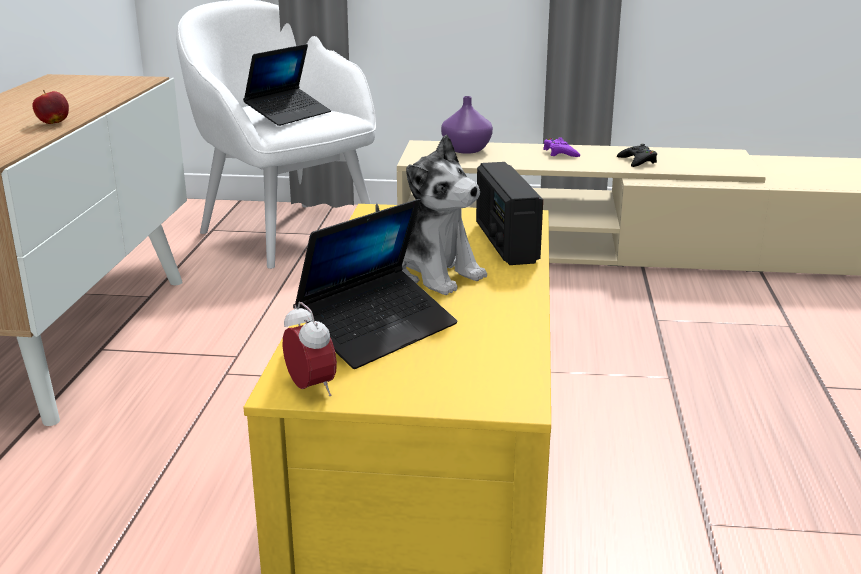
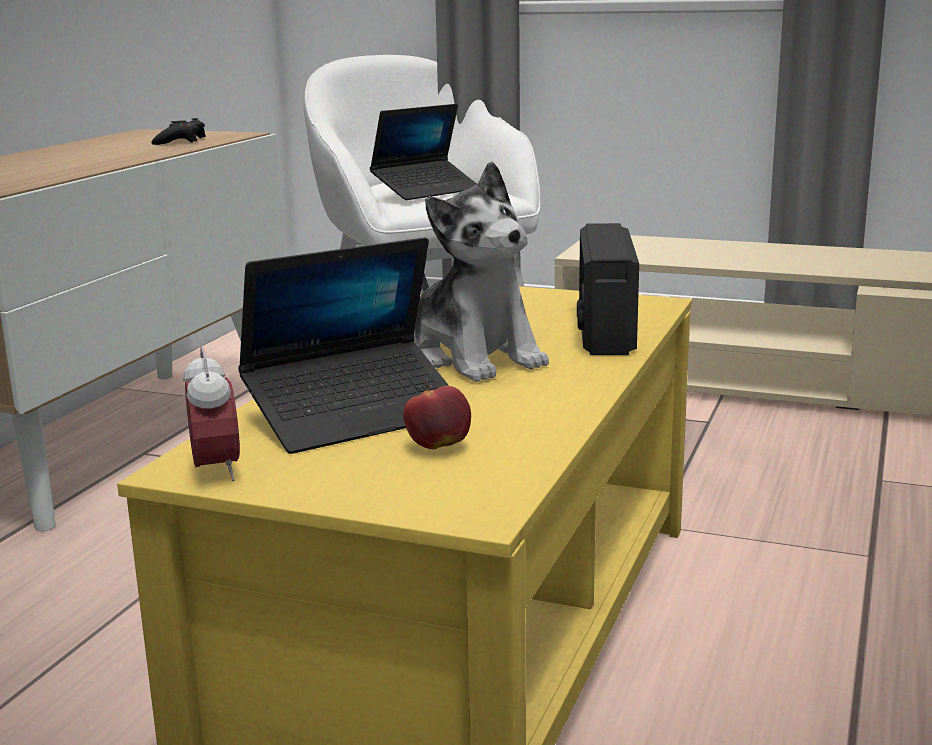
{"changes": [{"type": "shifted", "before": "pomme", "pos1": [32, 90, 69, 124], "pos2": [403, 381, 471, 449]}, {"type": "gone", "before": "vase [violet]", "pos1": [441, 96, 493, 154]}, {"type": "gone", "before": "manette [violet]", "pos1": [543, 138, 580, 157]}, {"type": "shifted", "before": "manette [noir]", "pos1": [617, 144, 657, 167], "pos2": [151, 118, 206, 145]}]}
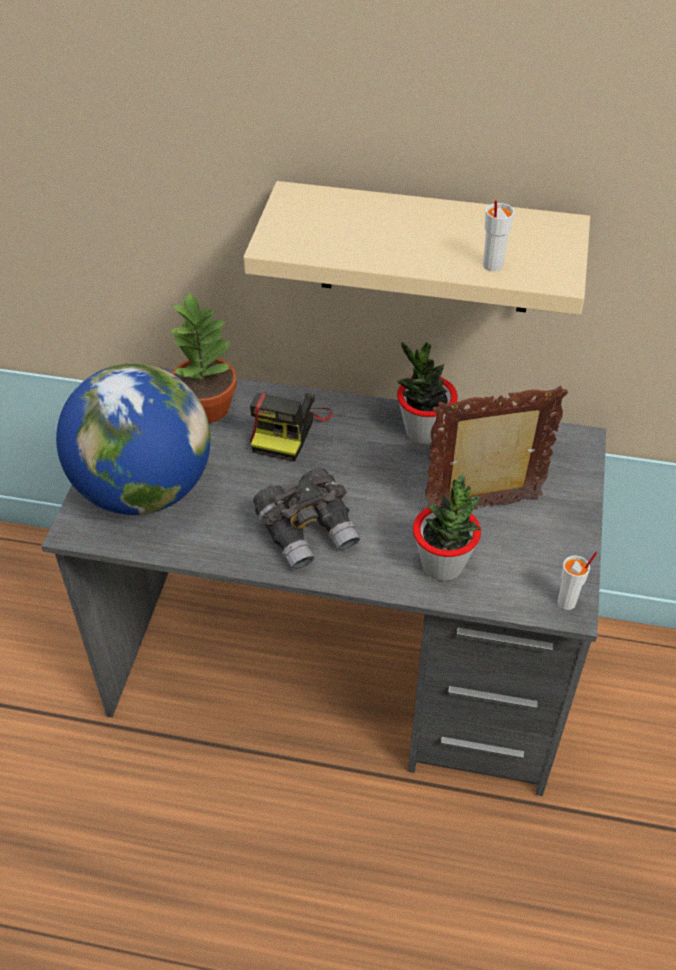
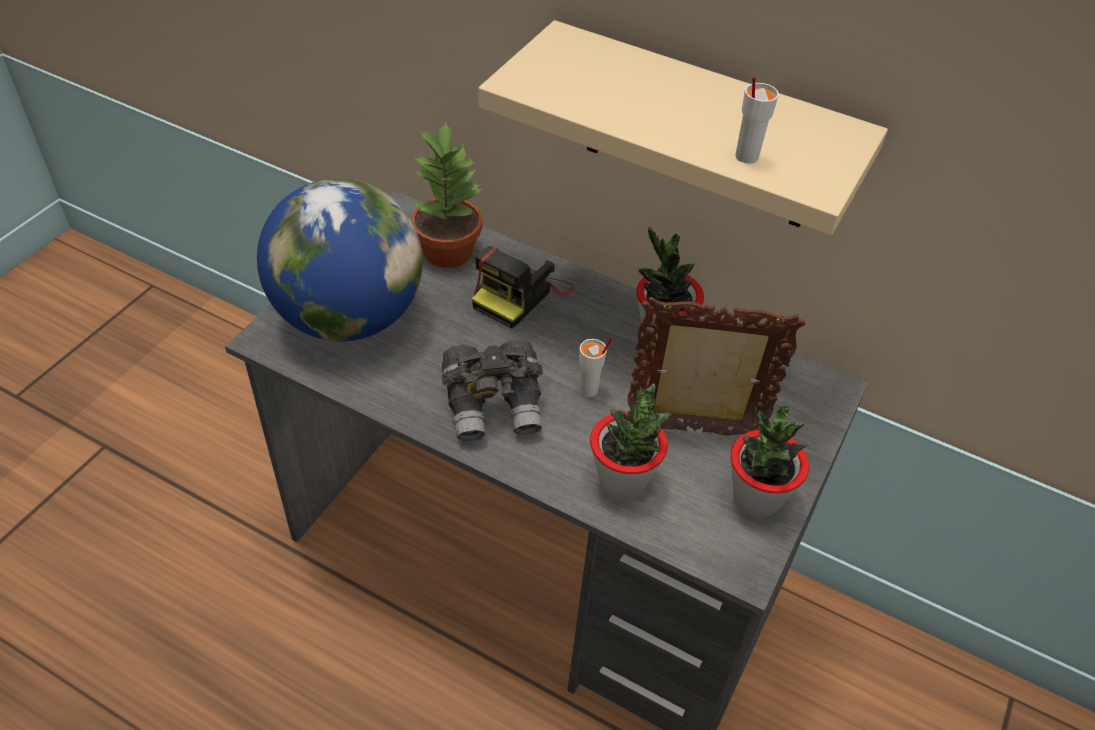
{"changes": [{"type": "shifted", "before": "tasse [blanc]", "pos1": [557, 552, 597, 610], "pos2": [579, 337, 613, 397]}, {"type": "new", "after": "plante en pot", "pos2": [731, 406, 809, 518]}]}
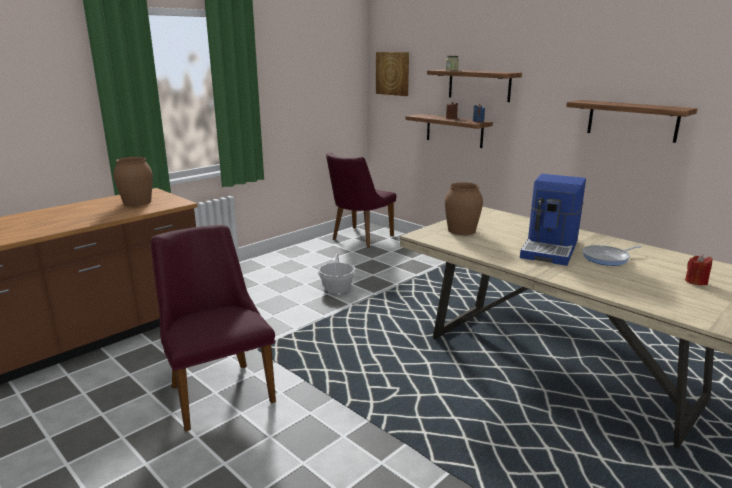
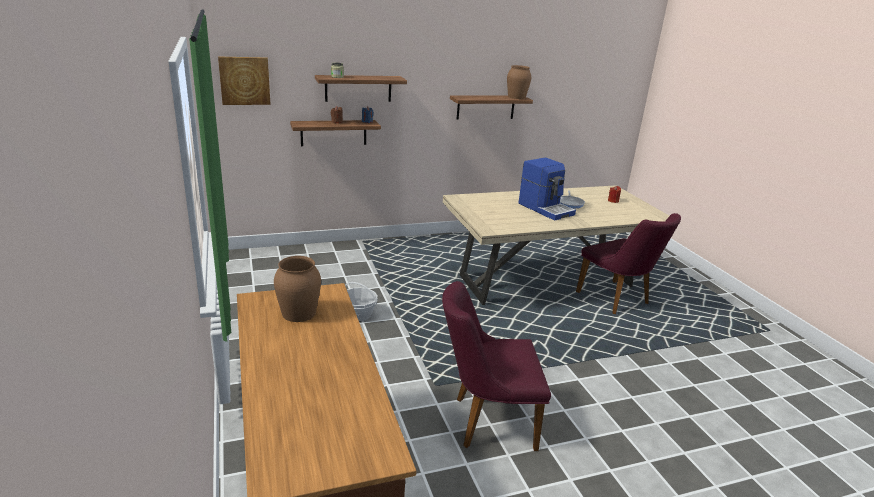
{"changes": [{"type": "shifted", "before": "chaise [violet]", "pos1": [326, 153, 396, 248], "pos2": [576, 213, 681, 314]}, {"type": "shifted", "before": "vase [marron]", "pos1": [445, 182, 483, 235], "pos2": [507, 65, 531, 99]}]}
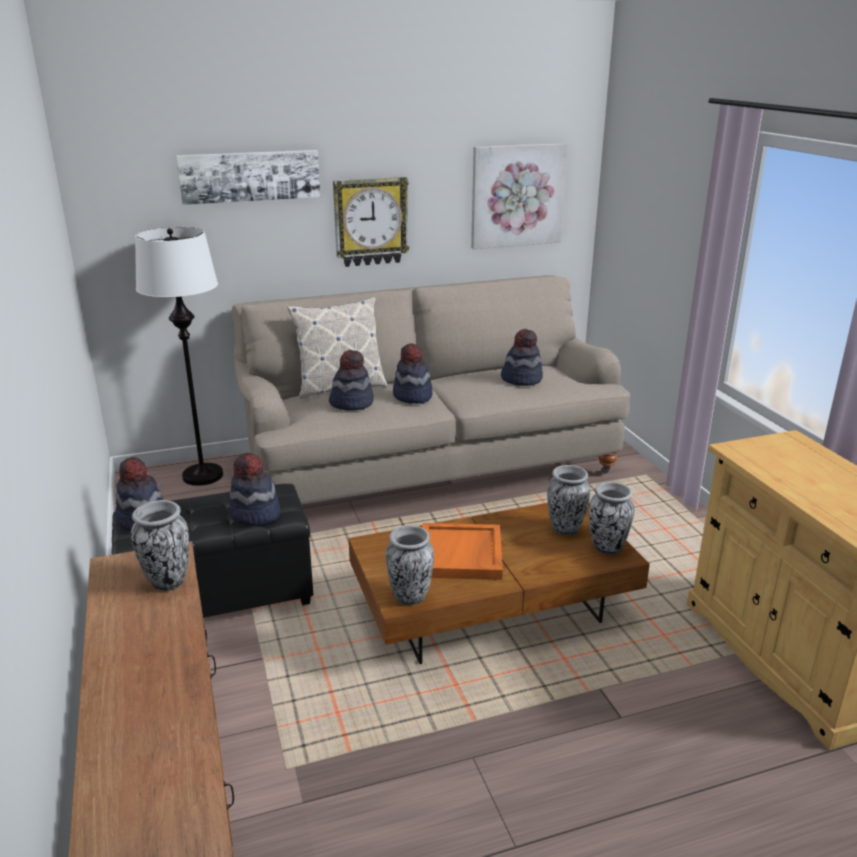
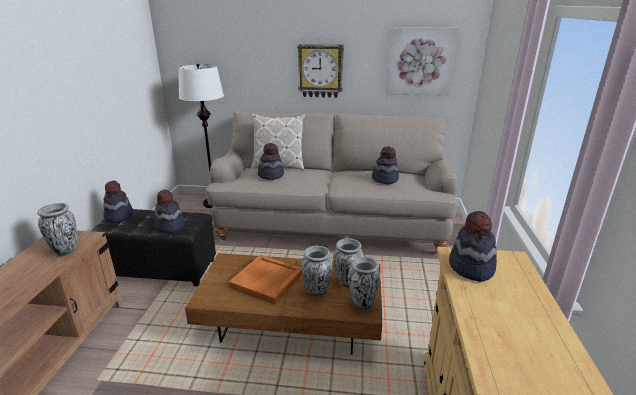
{"changes": [{"type": "gone", "before": "tableau", "pos1": [176, 150, 320, 205]}, {"type": "shifted", "before": "vase", "pos1": [386, 525, 434, 605], "pos2": [301, 246, 332, 296]}, {"type": "shifted", "before": "chapeau", "pos1": [393, 343, 433, 404], "pos2": [449, 211, 497, 282]}]}
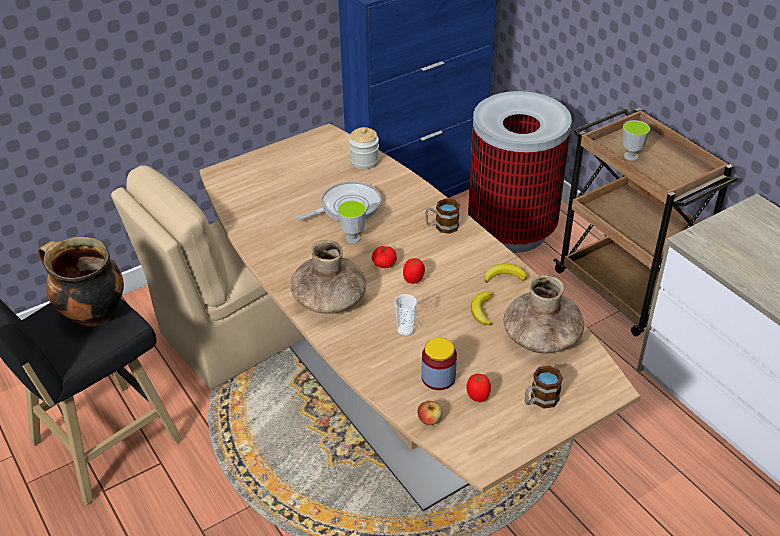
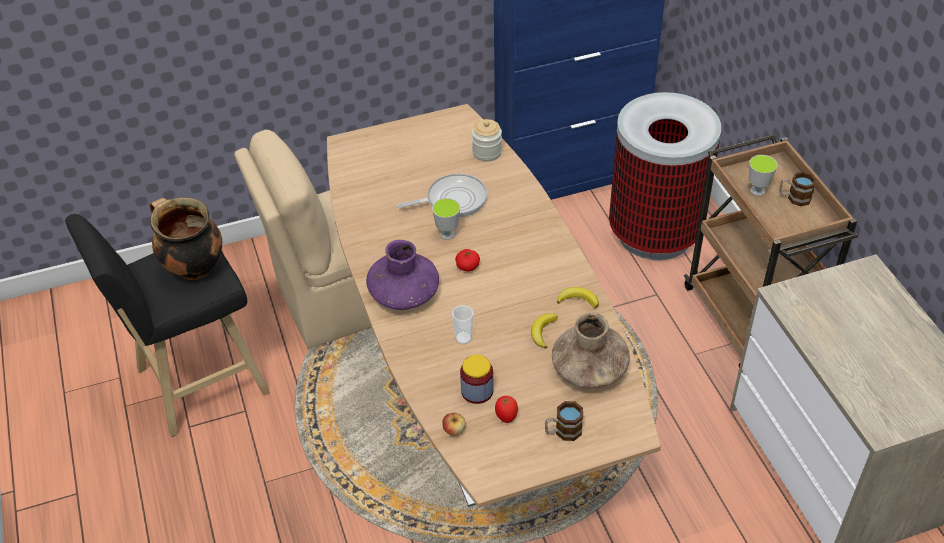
{"changes": [{"type": "repainted", "before": "vase [marron]", "after": "vase [violet]", "pos1": [290, 240, 366, 314], "pos2": [366, 240, 439, 310]}, {"type": "gone", "before": "tomate", "pos1": [403, 258, 425, 284]}, {"type": "shifted", "before": "mug", "pos1": [425, 198, 460, 234], "pos2": [779, 171, 816, 206]}]}
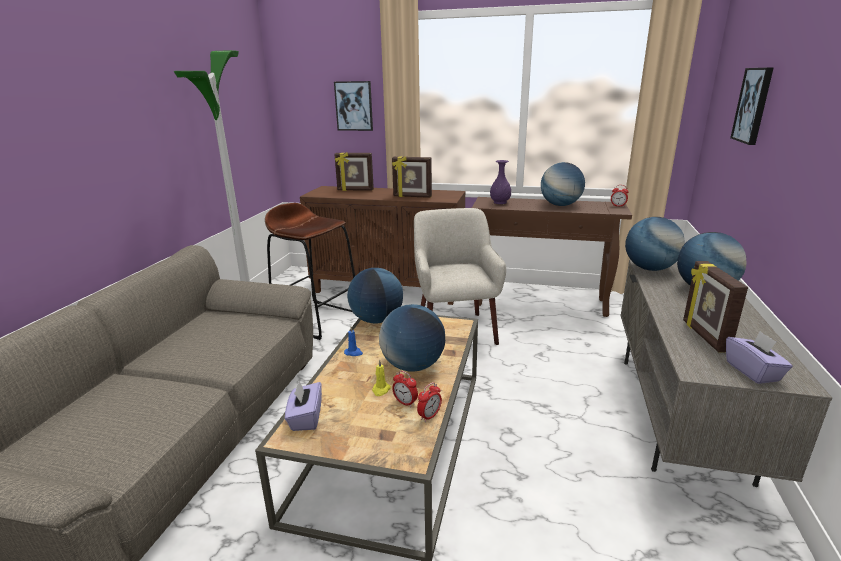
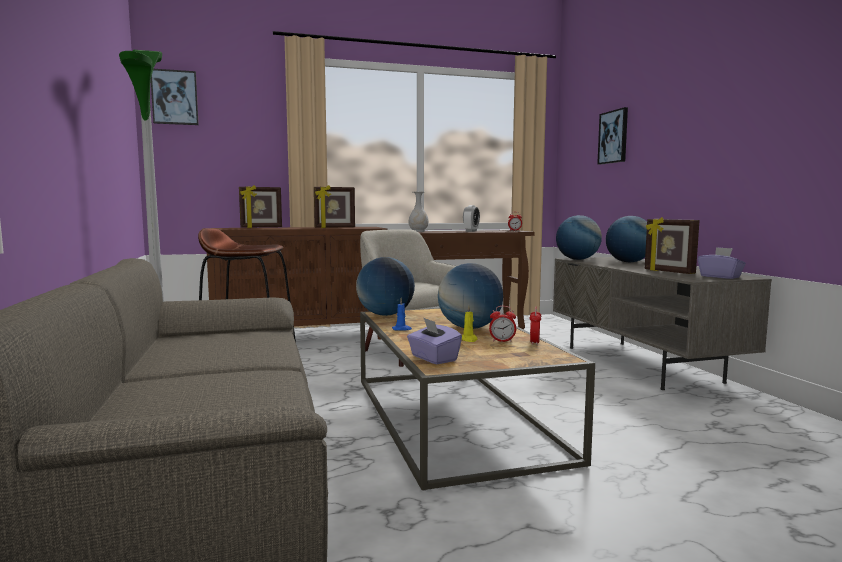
{"changes": [{"type": "shifted", "before": "tableau", "pos1": [334, 81, 373, 131], "pos2": [151, 69, 199, 125]}, {"type": "repainted", "before": "vase [violet]", "after": "vase [blanc]", "pos1": [490, 160, 511, 204], "pos2": [409, 192, 429, 232]}, {"type": "swapped", "before": "globe", "after": "réveil", "pos1": [541, 162, 585, 206], "pos2": [463, 205, 480, 232]}]}
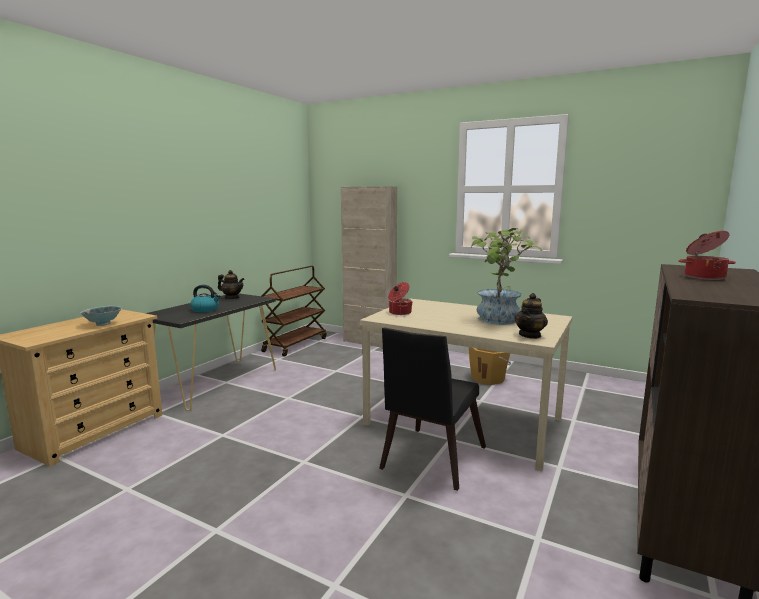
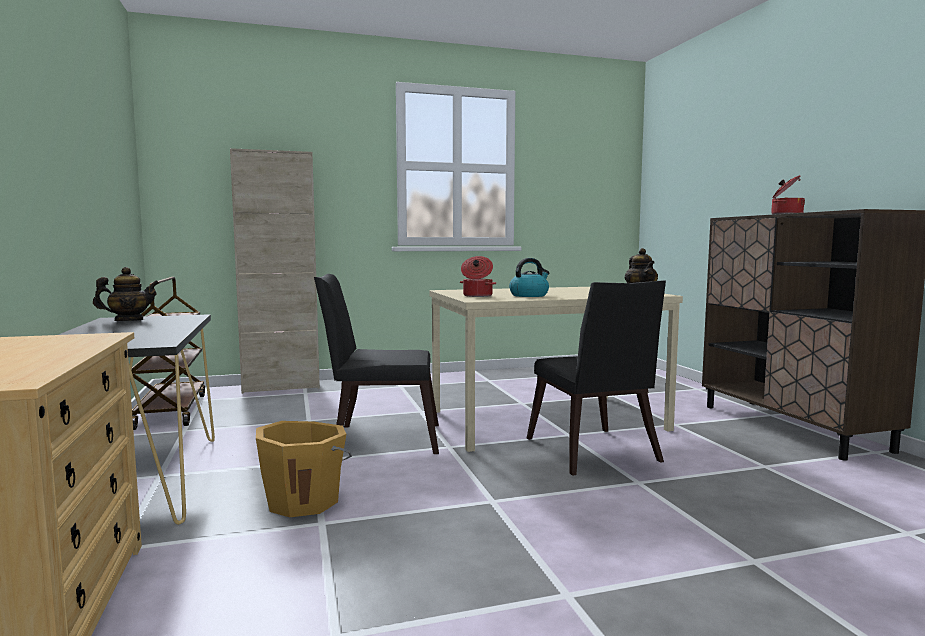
{"changes": [{"type": "gone", "before": "bol", "pos1": [80, 306, 122, 326]}, {"type": "shifted", "before": "bouilloire", "pos1": [190, 285, 220, 312], "pos2": [509, 258, 549, 297]}, {"type": "shifted", "before": "seau [orange]", "pos1": [469, 347, 511, 385], "pos2": [256, 421, 352, 517]}, {"type": "gone", "before": "plante en pot", "pos1": [471, 228, 542, 325]}, {"type": "new", "after": "chaise [noir]", "pos2": [314, 274, 439, 454]}]}
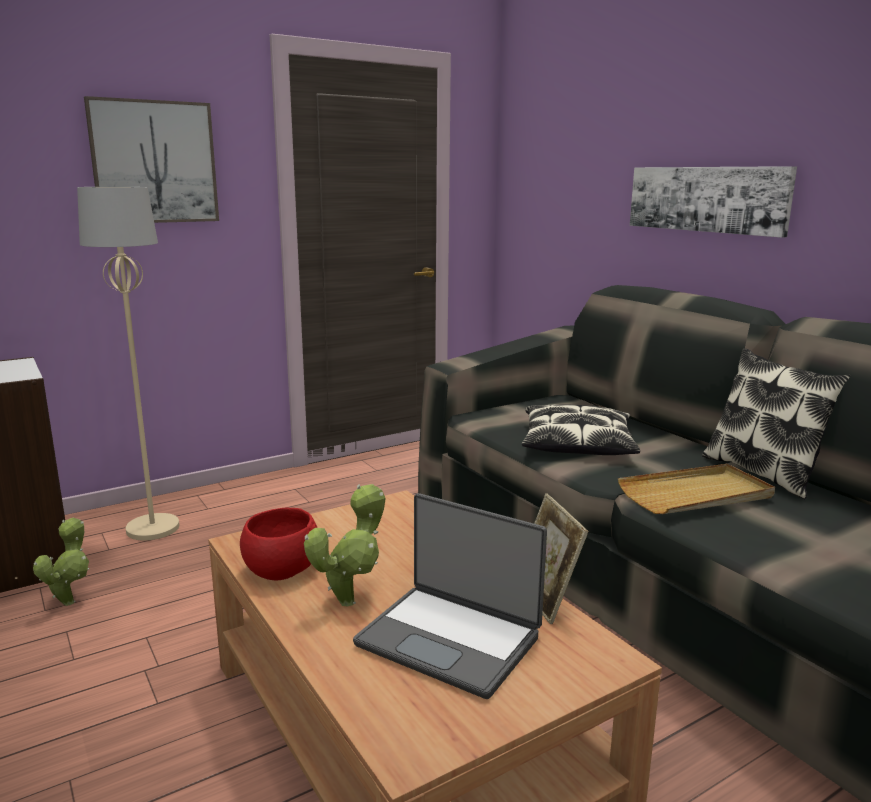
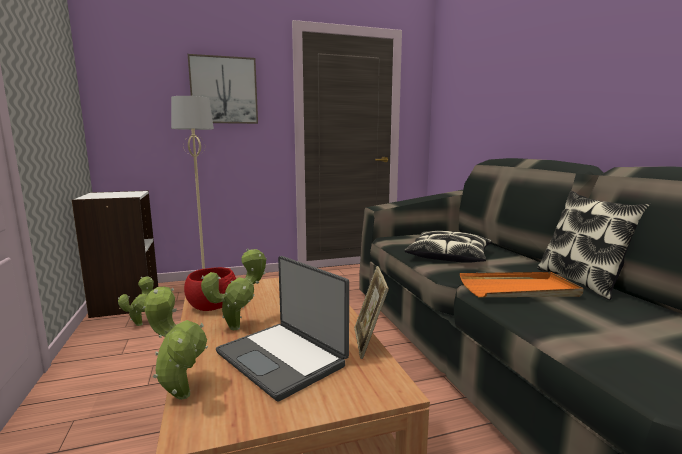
{"changes": [{"type": "repainted", "before": "plateau [beige]", "after": "plateau [orange]", "pos1": [618, 464, 775, 514], "pos2": [460, 272, 584, 297]}, {"type": "gone", "before": "tableau", "pos1": [630, 166, 797, 238]}, {"type": "new", "after": "plante en pot", "pos2": [143, 287, 208, 400]}]}
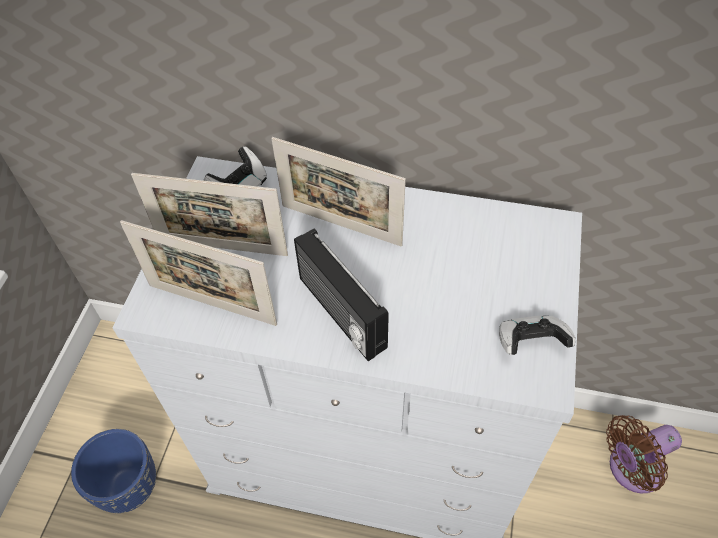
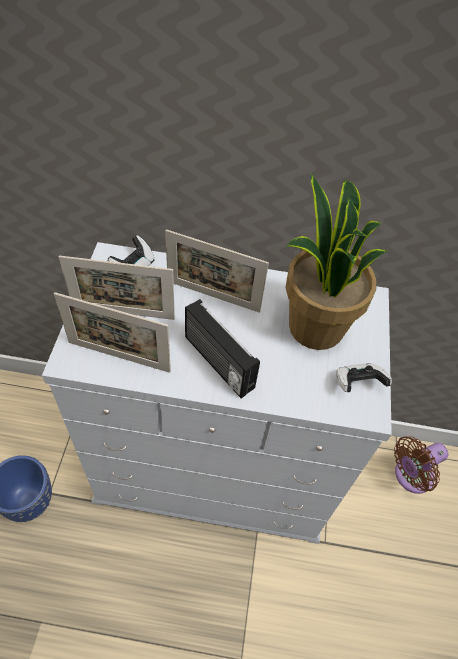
{"changes": [{"type": "new", "after": "plante en pot", "pos2": [285, 174, 387, 350]}]}
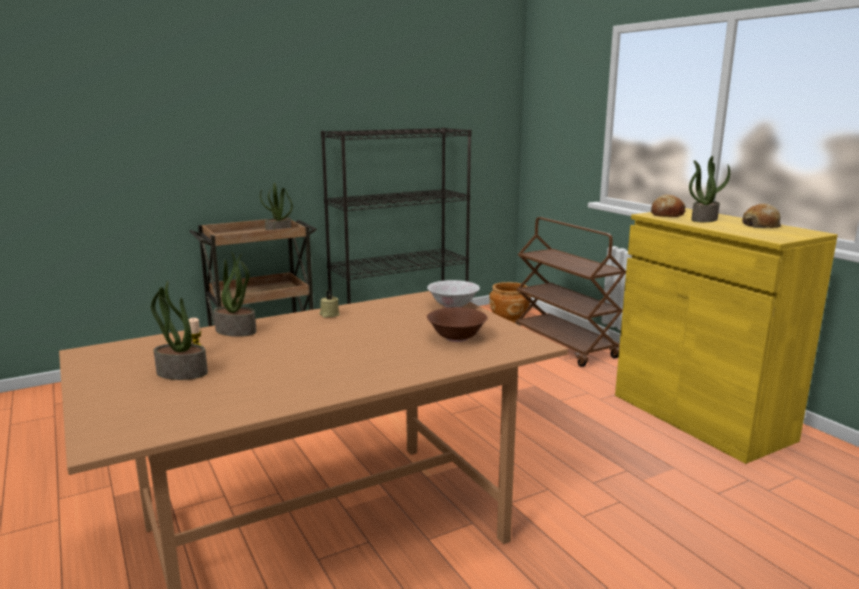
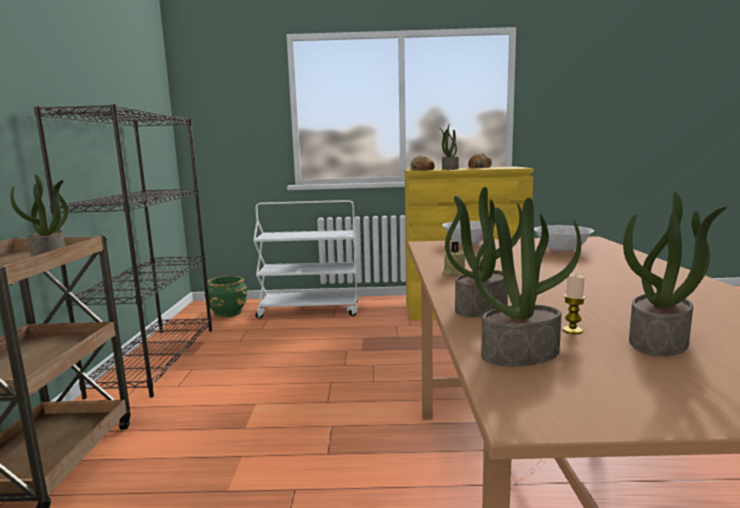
{"changes": [{"type": "repainted", "before": "bol [marron]", "after": "bol [blanc]", "pos1": [427, 308, 488, 342], "pos2": [534, 225, 594, 252]}, {"type": "repainted", "before": "cache-pot [marron]", "after": "cache-pot [vert]", "pos1": [490, 282, 531, 324], "pos2": [204, 276, 247, 317]}, {"type": "repainted", "before": "chariot [marron]", "after": "chariot [blanc]", "pos1": [515, 217, 626, 367], "pos2": [253, 200, 359, 319]}, {"type": "new", "after": "plante en pot", "pos2": [473, 197, 581, 366]}]}
